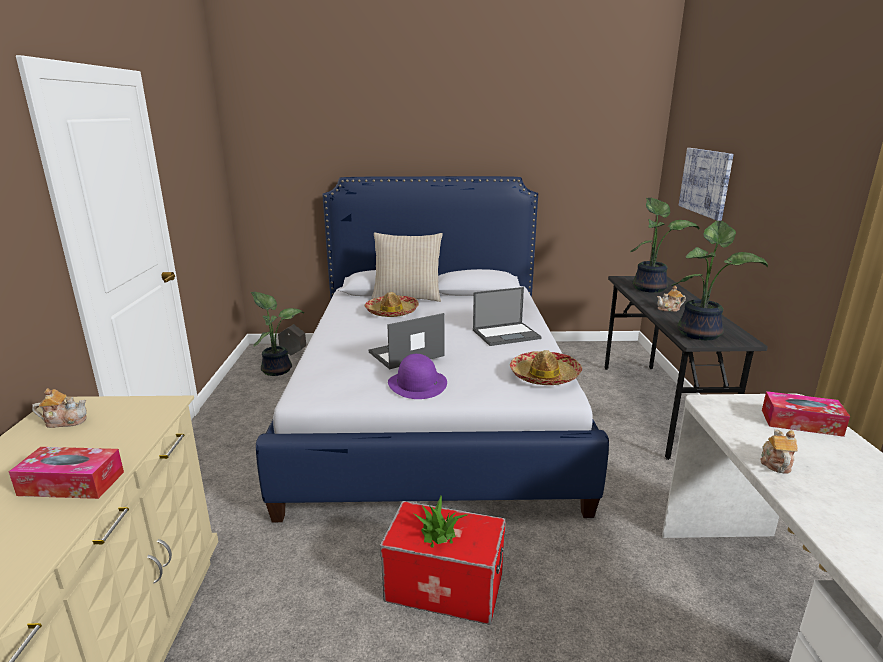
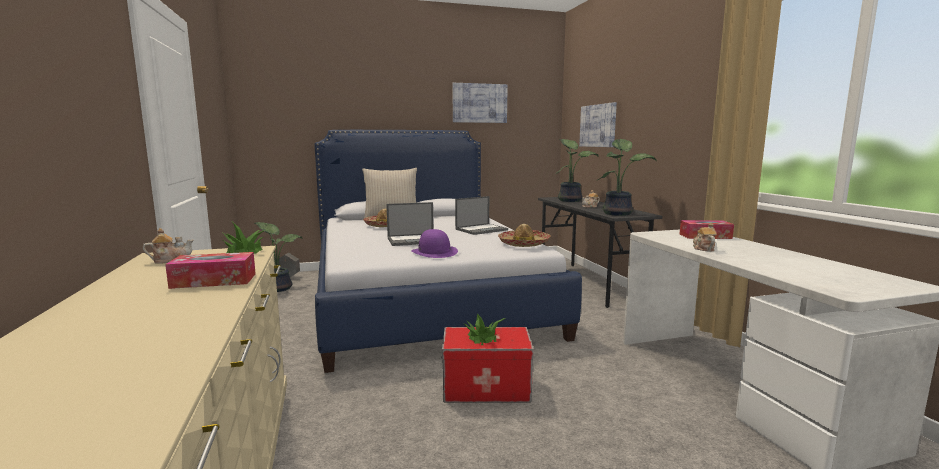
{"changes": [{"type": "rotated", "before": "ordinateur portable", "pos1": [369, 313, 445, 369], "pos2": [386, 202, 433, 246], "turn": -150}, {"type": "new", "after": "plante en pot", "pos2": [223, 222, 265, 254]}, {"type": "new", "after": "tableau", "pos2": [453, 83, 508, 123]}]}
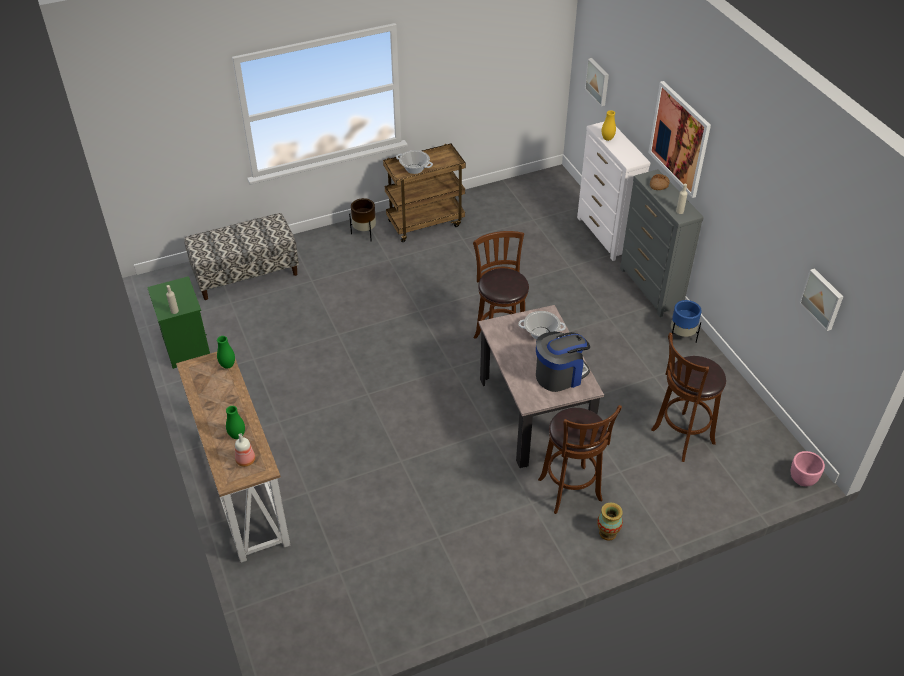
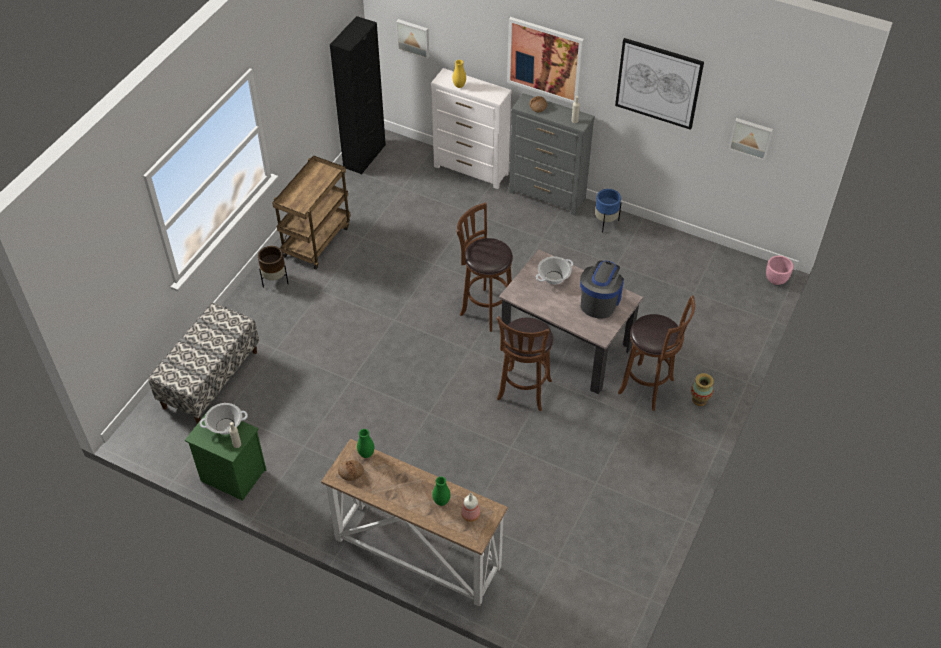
{"changes": [{"type": "shifted", "before": "marmite", "pos1": [396, 150, 433, 174], "pos2": [199, 403, 248, 435]}, {"type": "shifted", "before": "tabouret [marron]", "pos1": [651, 333, 726, 462], "pos2": [497, 316, 553, 411]}, {"type": "new", "after": "meuble de rangement [noir]", "pos2": [330, 16, 386, 174]}, {"type": "new", "after": "pain", "pos2": [338, 460, 364, 481]}, {"type": "new", "after": "tableau", "pos2": [615, 38, 704, 130]}]}
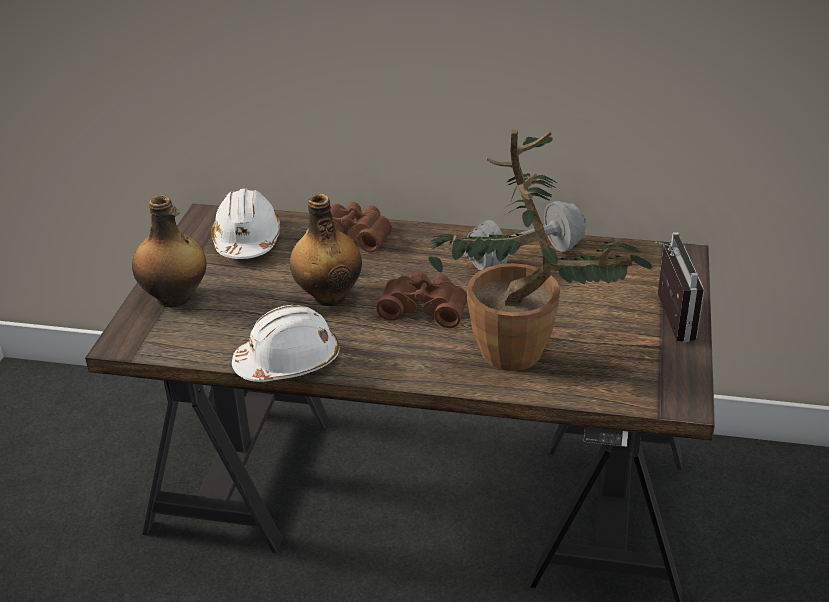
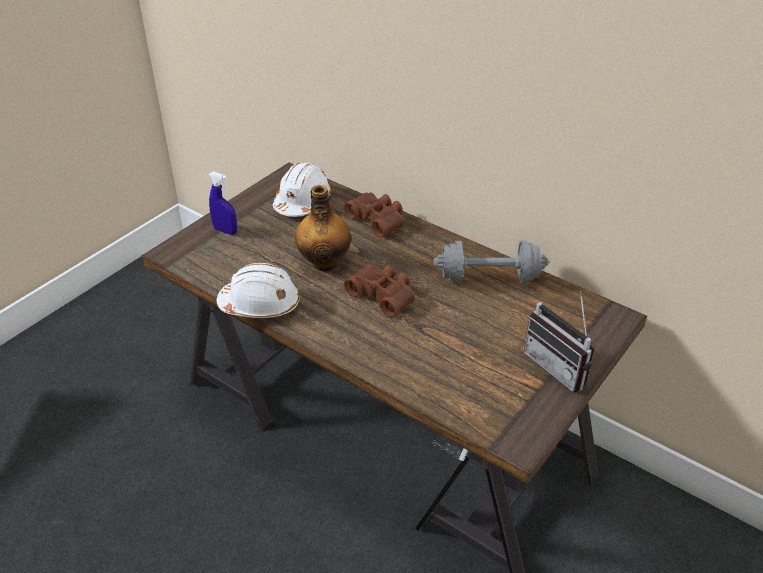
{"changes": [{"type": "swapped", "before": "bouteille", "after": "vaporisateur [bleu]", "pos1": [132, 195, 206, 307], "pos2": [208, 171, 237, 235]}, {"type": "gone", "before": "plante en pot", "pos1": [429, 129, 653, 371]}, {"type": "rotated", "before": "radio", "pos1": [655, 232, 704, 342], "pos2": [524, 291, 595, 393], "turn": 120}]}
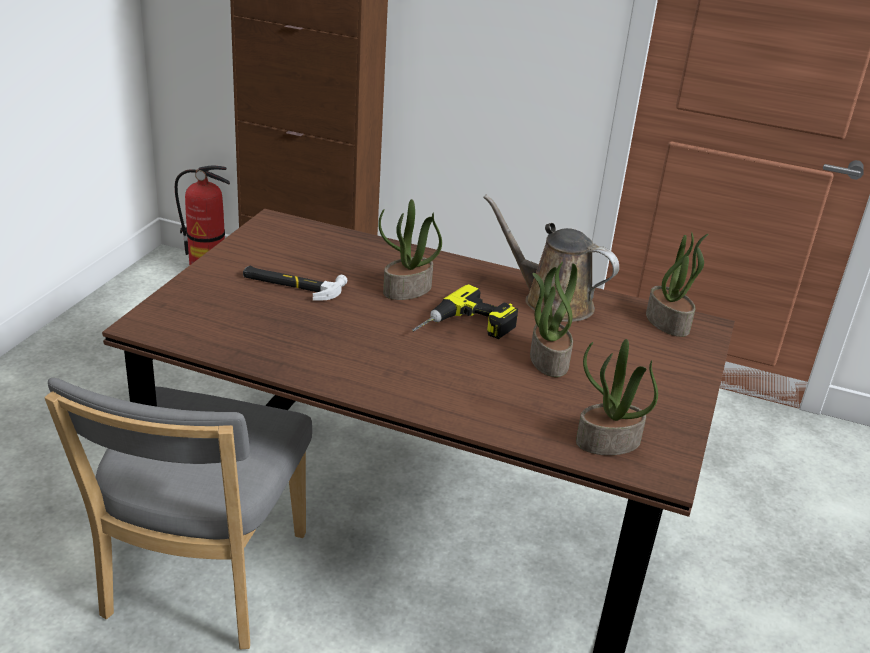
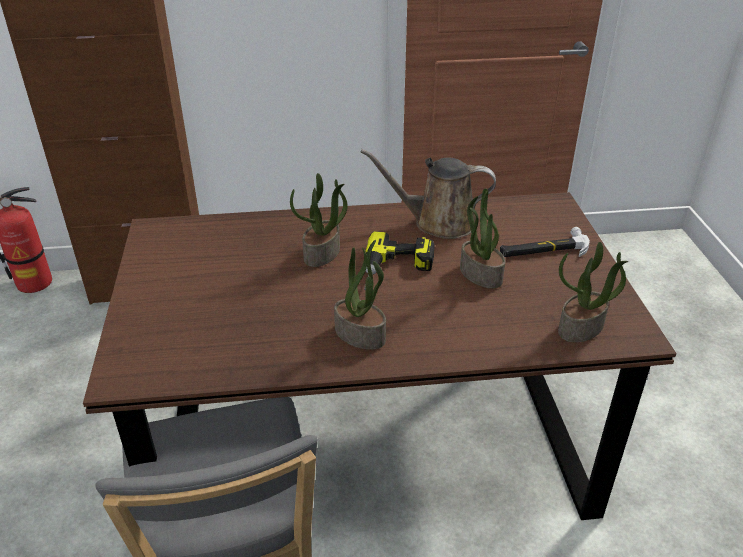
{"changes": [{"type": "shifted", "before": "marteau", "pos1": [243, 266, 348, 301], "pos2": [500, 227, 590, 257]}, {"type": "shifted", "before": "plante en pot", "pos1": [646, 232, 708, 337], "pos2": [334, 240, 386, 350]}]}
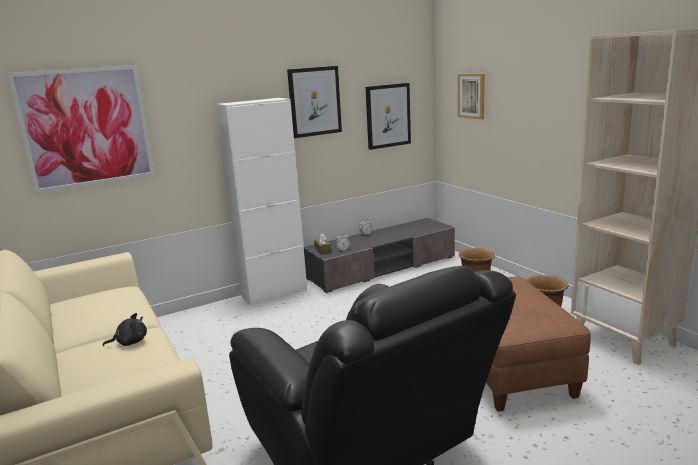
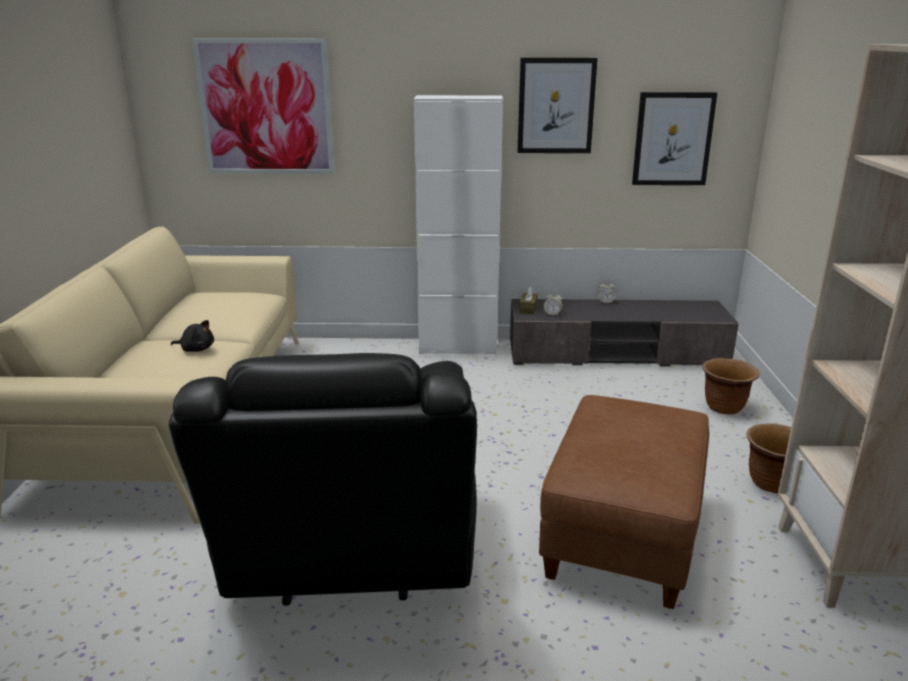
{"changes": [{"type": "gone", "before": "tableau", "pos1": [458, 74, 485, 119]}]}
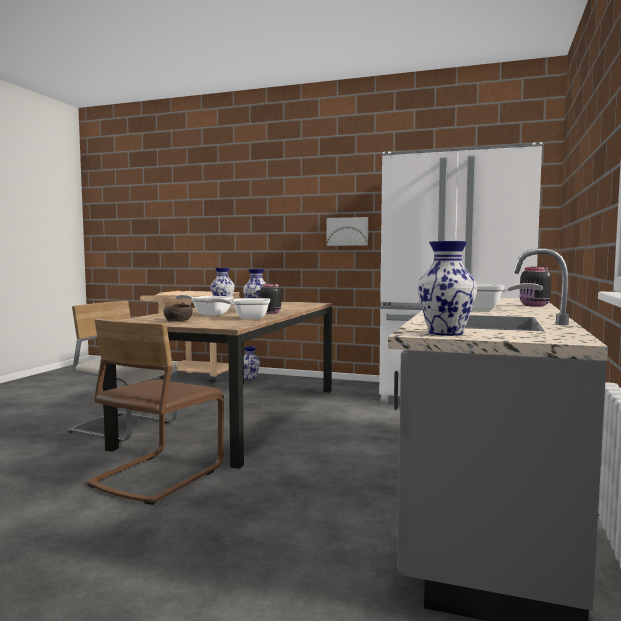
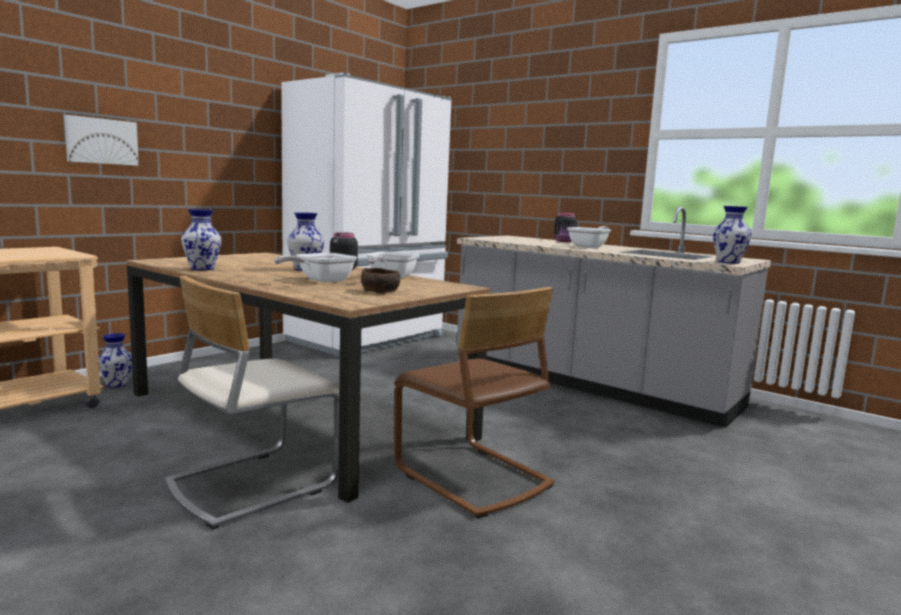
{"changes": [{"type": "shifted", "before": "tableau", "pos1": [327, 217, 368, 246], "pos2": [64, 115, 139, 166]}]}
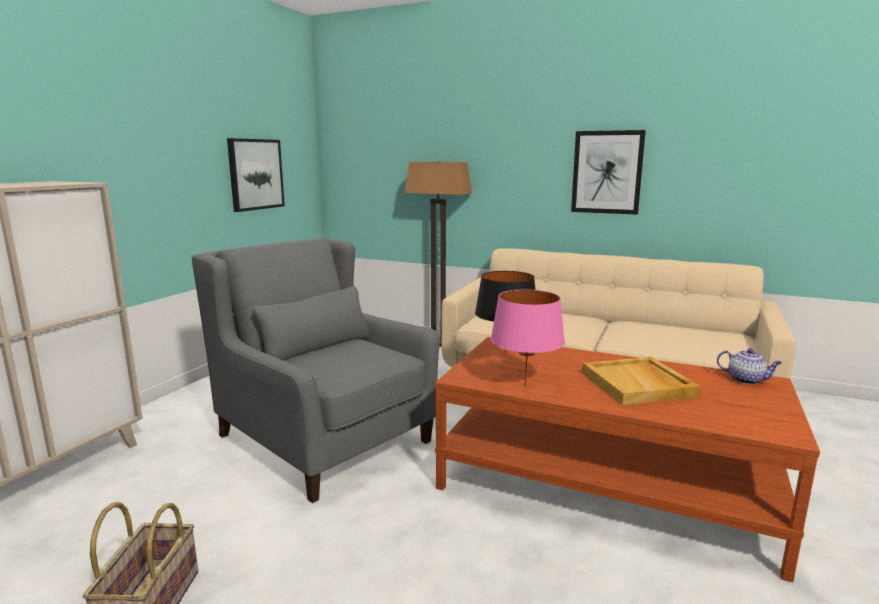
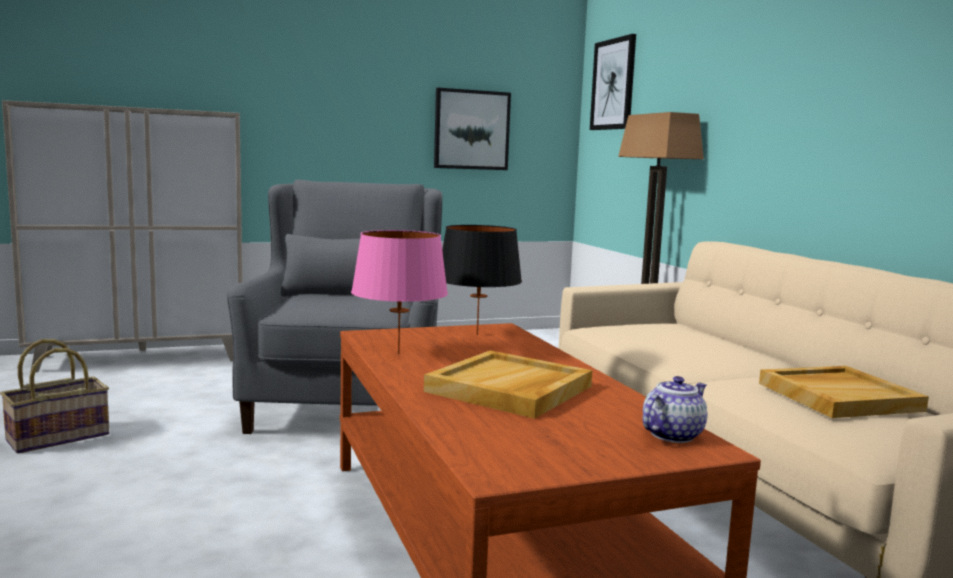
{"changes": [{"type": "shifted", "before": "tableau", "pos1": [571, 130, 646, 215], "pos2": [590, 34, 636, 130]}, {"type": "rotated", "before": "théière", "pos1": [717, 348, 782, 385], "pos2": [643, 376, 708, 443], "turn": -120}, {"type": "new", "after": "plateau [beige]", "pos2": [759, 366, 929, 418]}]}
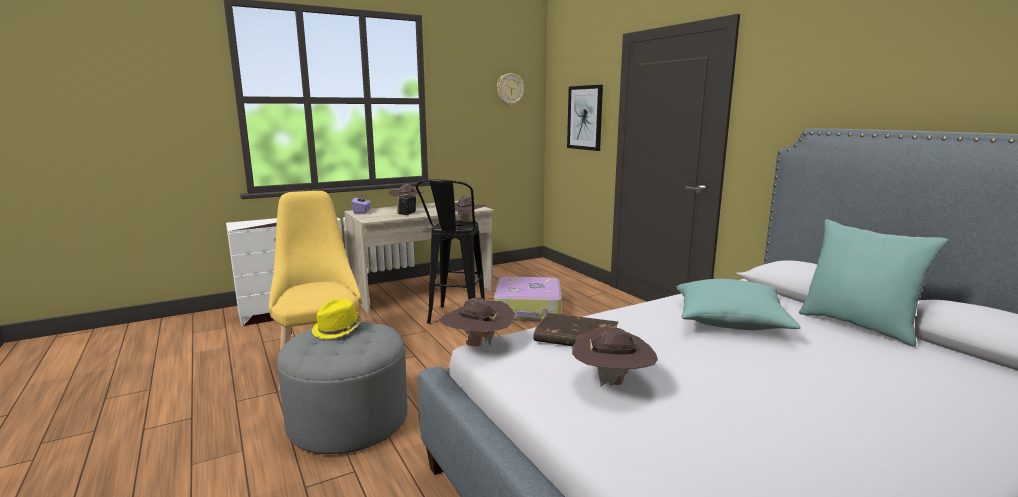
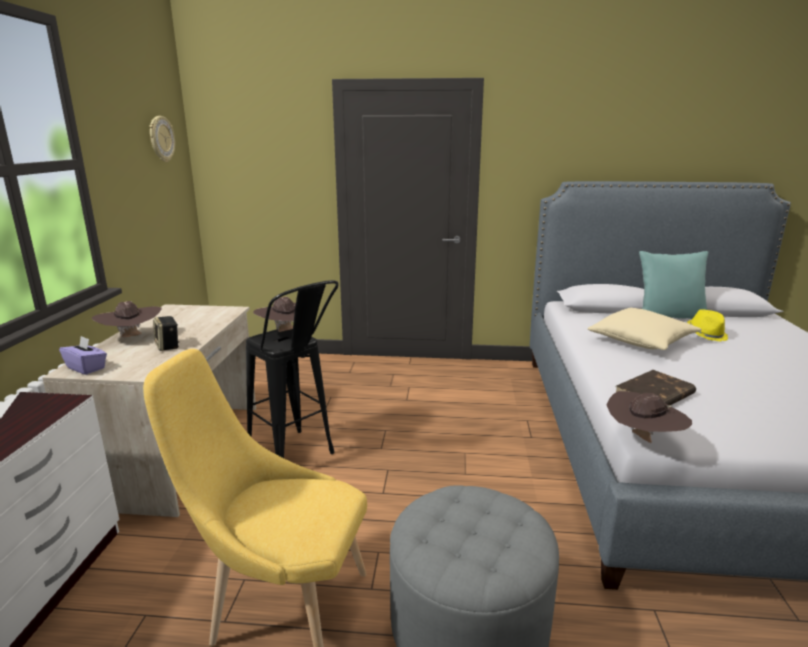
{"changes": [{"type": "shifted", "before": "chapeau [jaune]", "pos1": [312, 299, 361, 339], "pos2": [687, 309, 728, 342]}, {"type": "gone", "before": "valise", "pos1": [494, 277, 562, 321]}, {"type": "gone", "before": "tableau", "pos1": [567, 85, 603, 151]}, {"type": "gone", "before": "chapeau [marron]", "pos1": [572, 327, 658, 386]}, {"type": "repainted", "before": "coussin [turquoise]", "after": "coussin [beige]", "pos1": [677, 279, 801, 330], "pos2": [587, 308, 702, 350]}]}
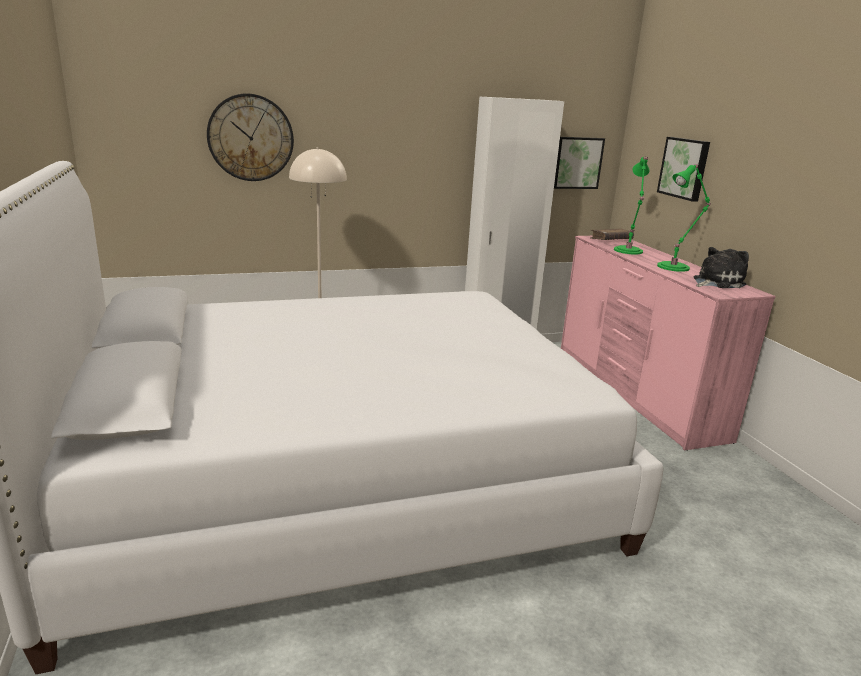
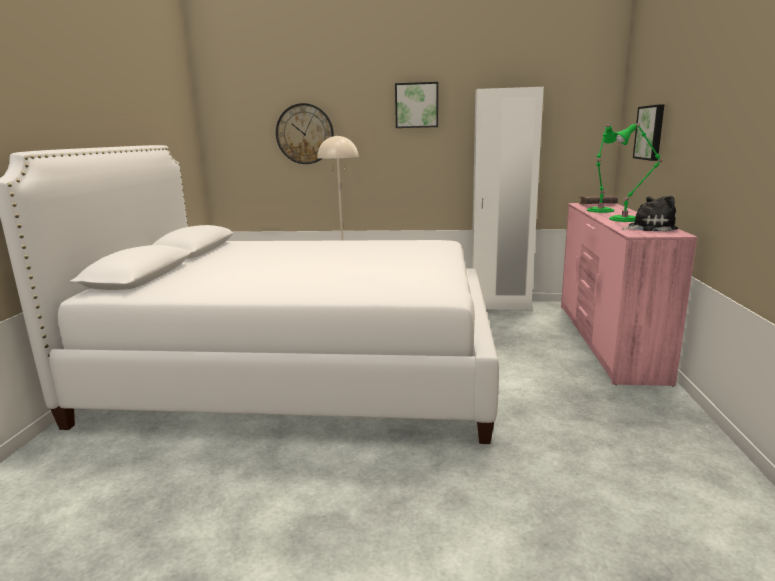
{"changes": [{"type": "shifted", "before": "tableau", "pos1": [554, 137, 605, 189], "pos2": [395, 82, 438, 128]}]}
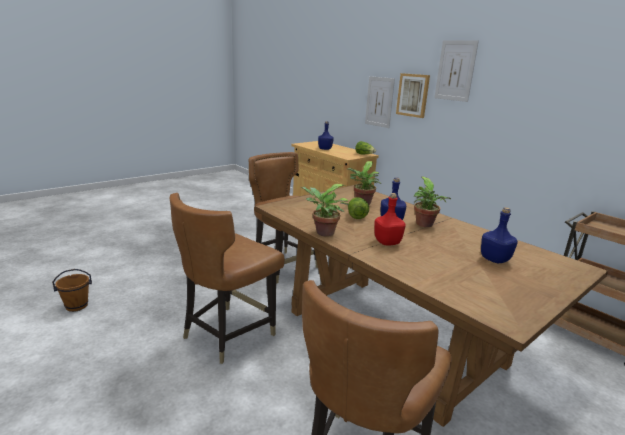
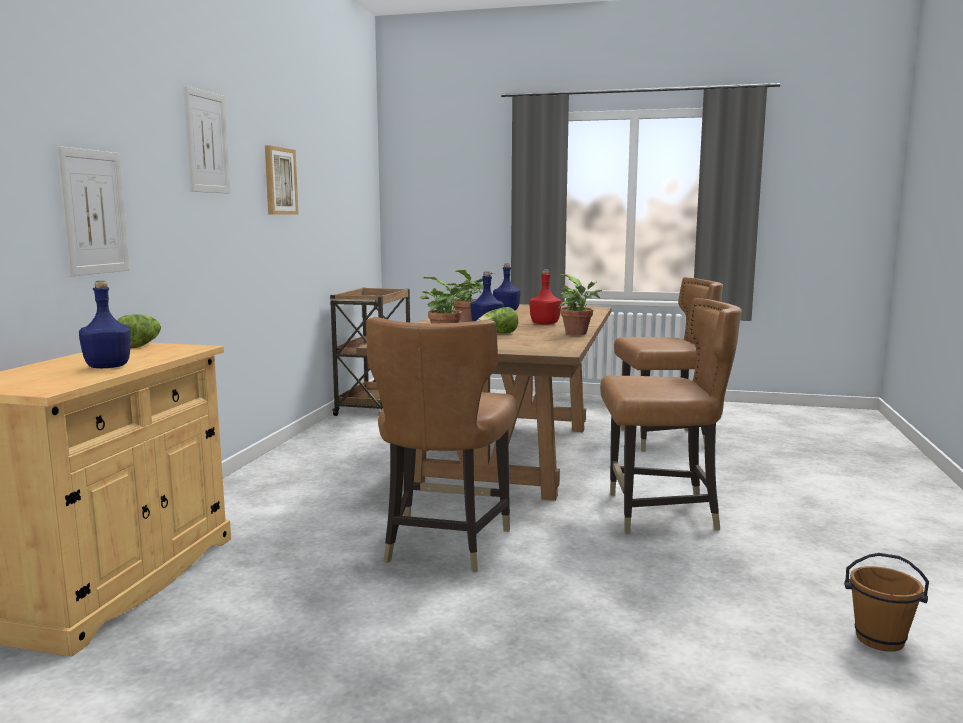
{"changes": [{"type": "shifted", "before": "tableau", "pos1": [396, 73, 430, 118], "pos2": [265, 145, 299, 215]}]}
